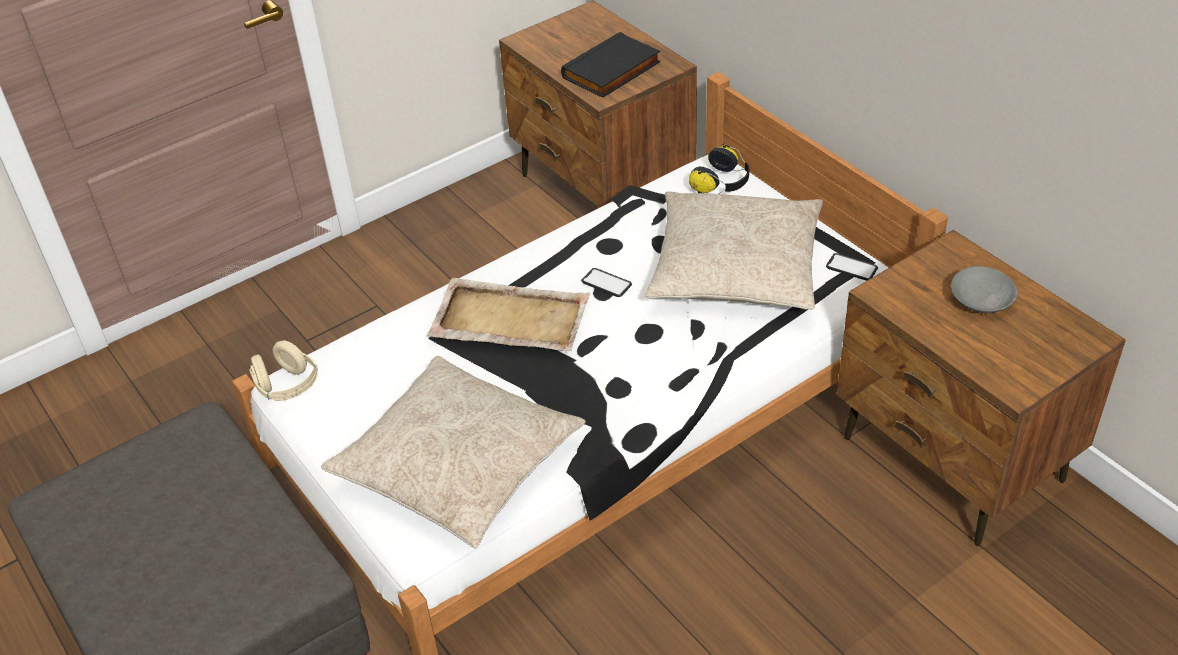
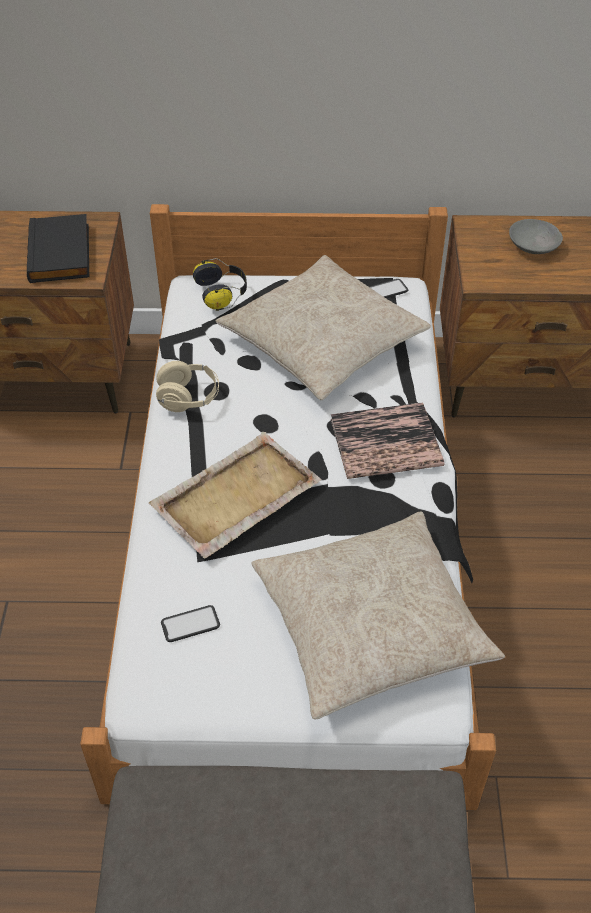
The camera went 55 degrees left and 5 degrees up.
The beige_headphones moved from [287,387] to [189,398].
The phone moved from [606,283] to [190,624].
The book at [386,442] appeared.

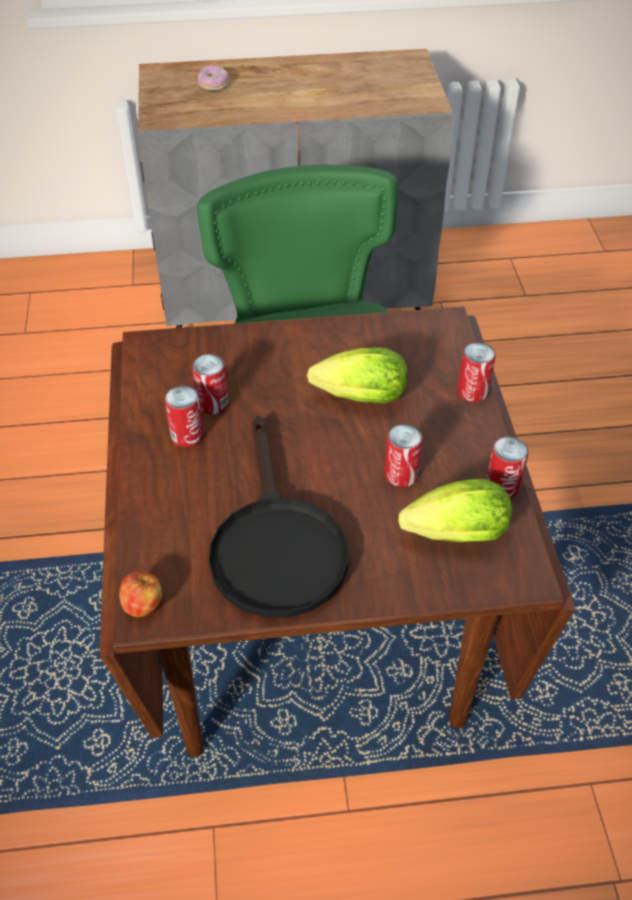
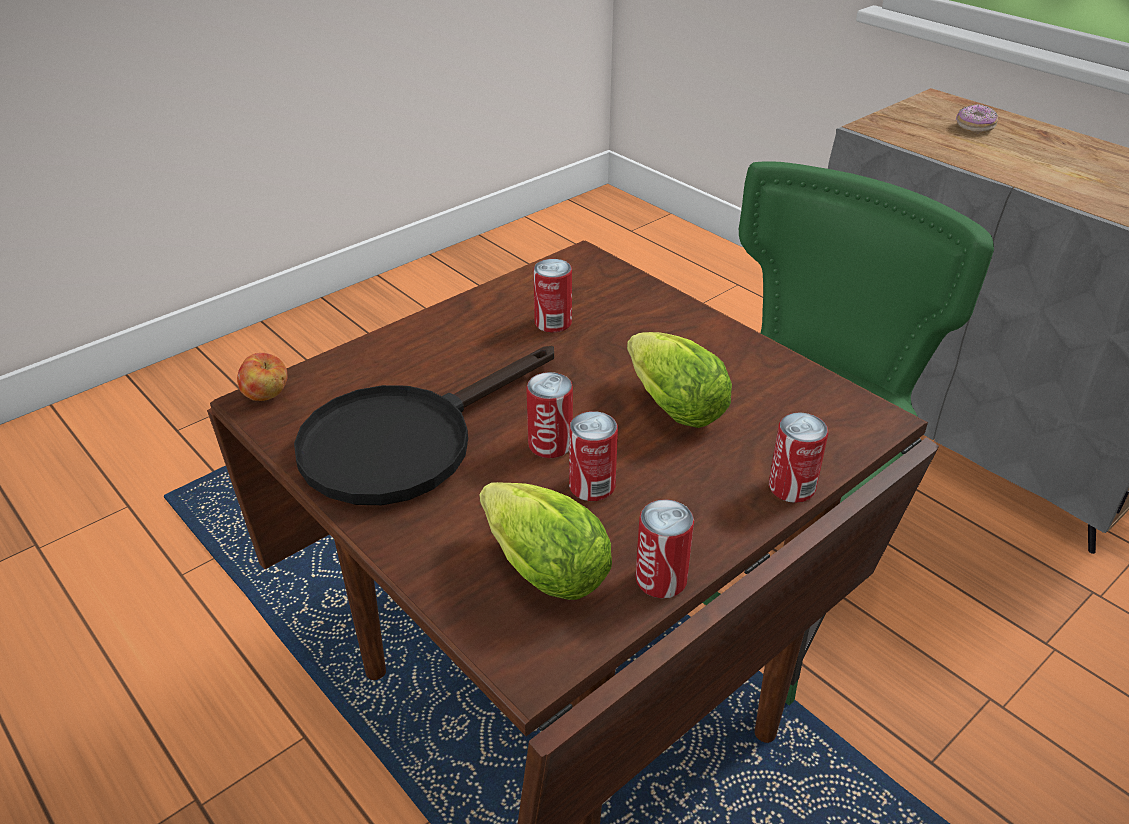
The camera went 55 degrees right and 10 degrees down.
The can moved from [187,435] to [550,444].

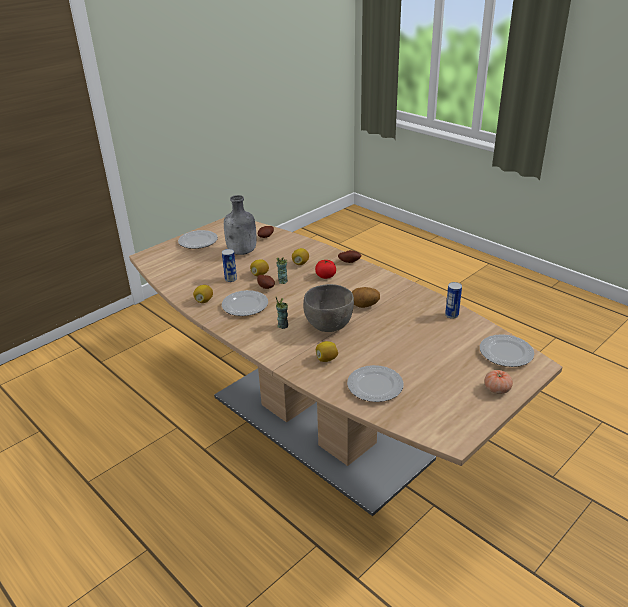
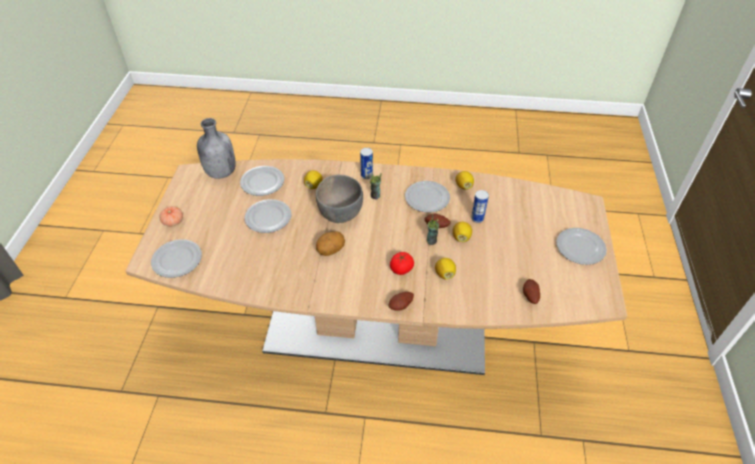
The camera went 140 degrees right and 15 degrees up.
The grey_bottle moved from [242,252] to [220,172].
The can moved from [451,315] to [366,175].
The plate at [268,217] appeared.

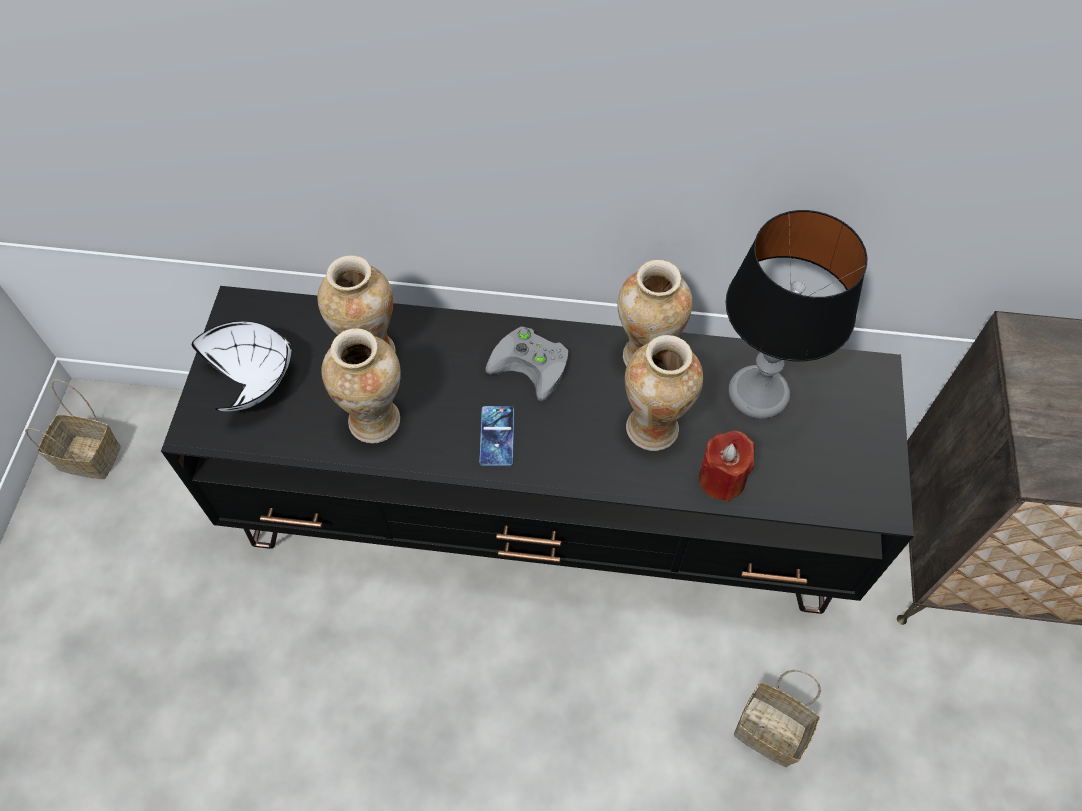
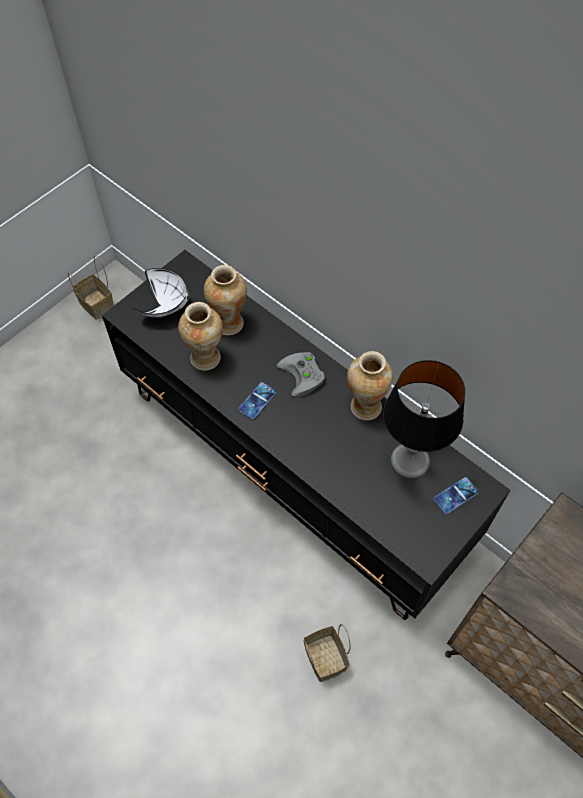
The camera went 35 degrees right and 0 degrees up.
The vase at [654,428] disappeared.
The red_candle at [721,479] disappeared.
The phone at [455,495] appeared.

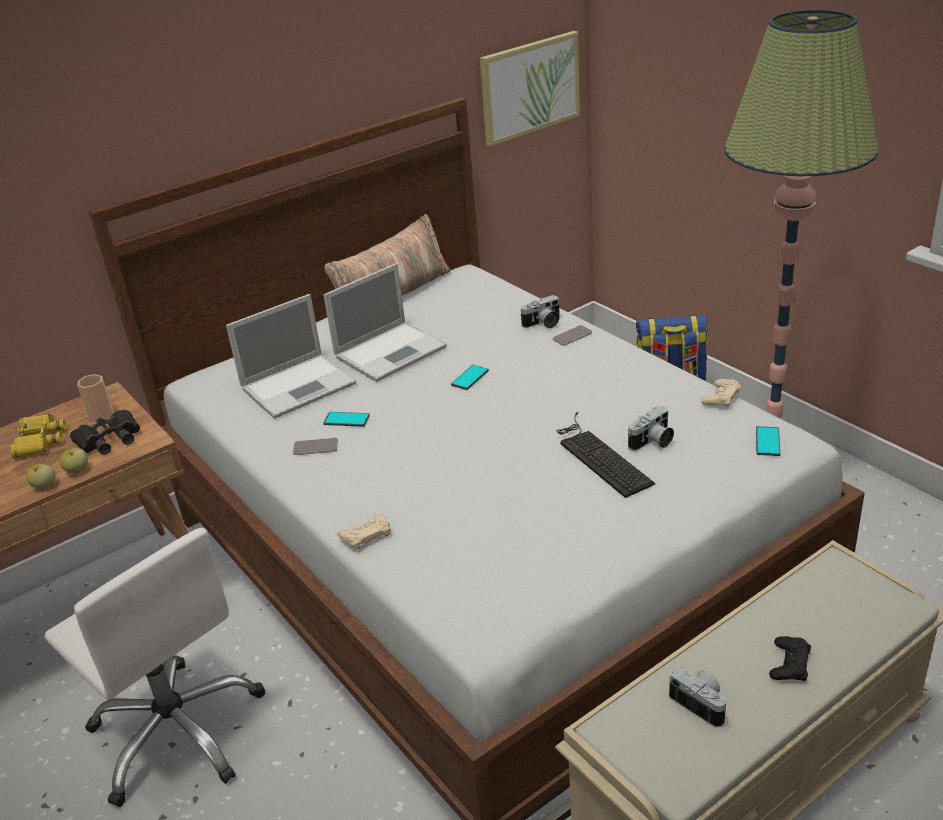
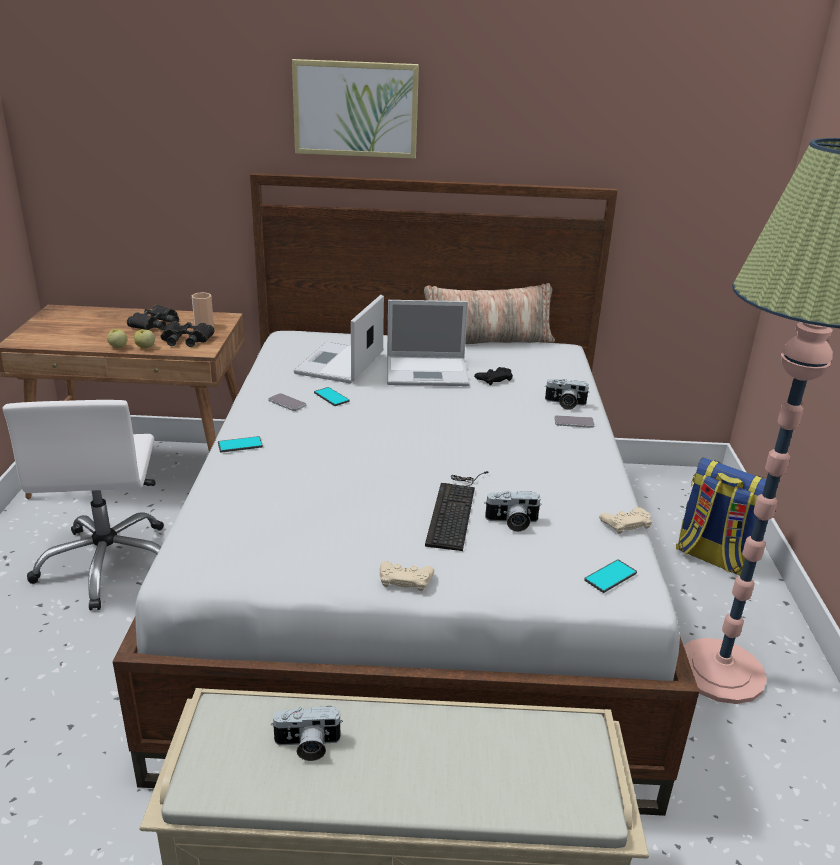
The camera went 35 degrees right and 5 degrees down.
The yellow_binoculars at [39,440] became the black_binoculars at [155,324].
The laptop at [300,385] turned 105 degrees clockwise.
The beige_game_controller moved from [366,535] to [405,579].
The phone moved from [470,378] to [240,445].
The picture moved from [529,87] to [355,109].
The photo_camera at [701,703] turned 90 degrees clockwise.
The black_game_controller moved from [789,664] to [494,379].

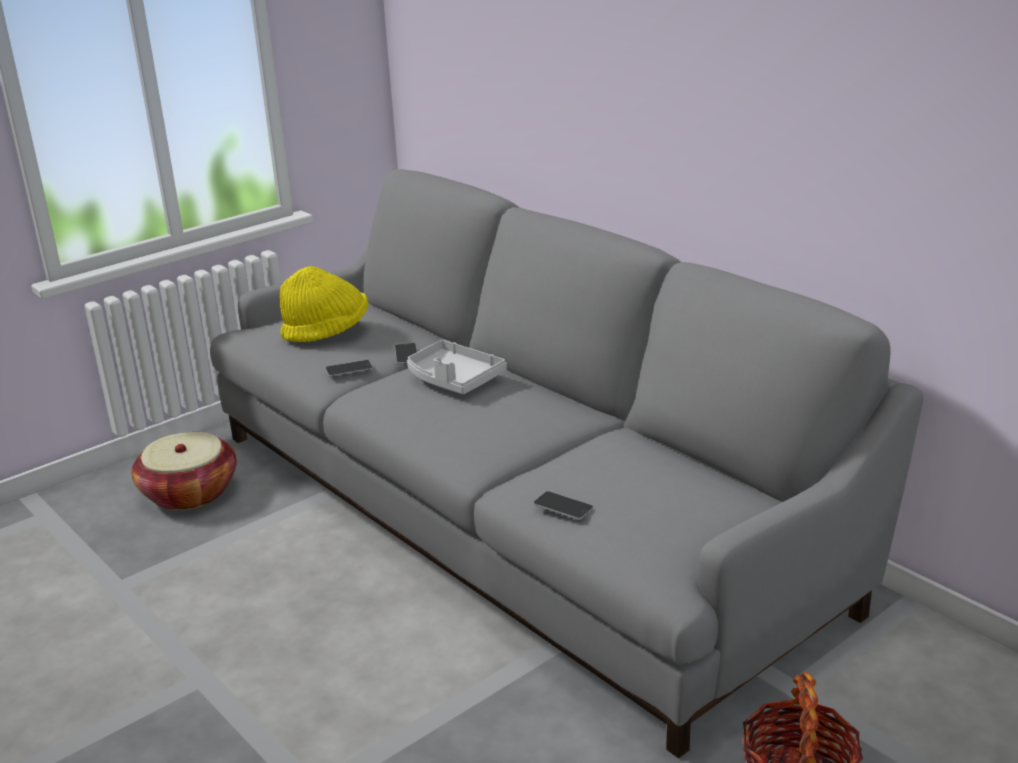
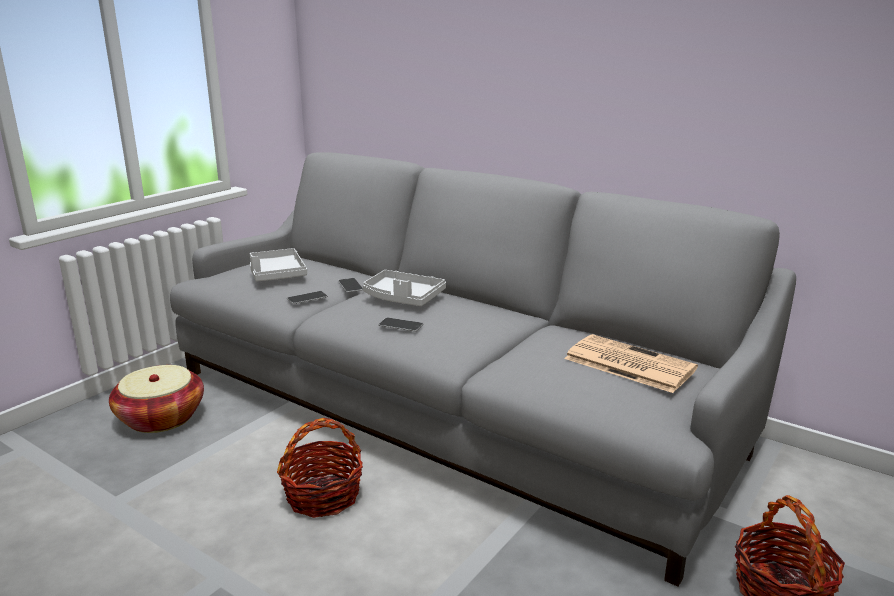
The camera went 15 degrees left and 5 degrees down.
The yellow_hat at [327,332] was replaced by the grey_tray at [277,274].
The phone moved from [563,506] to [400,325].
The basket at [323,496] appeared.
The newspaper at [627,364] appeared.

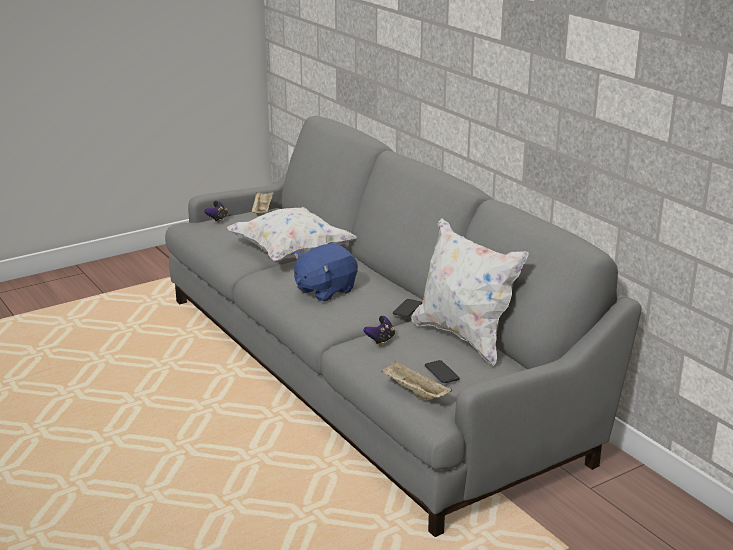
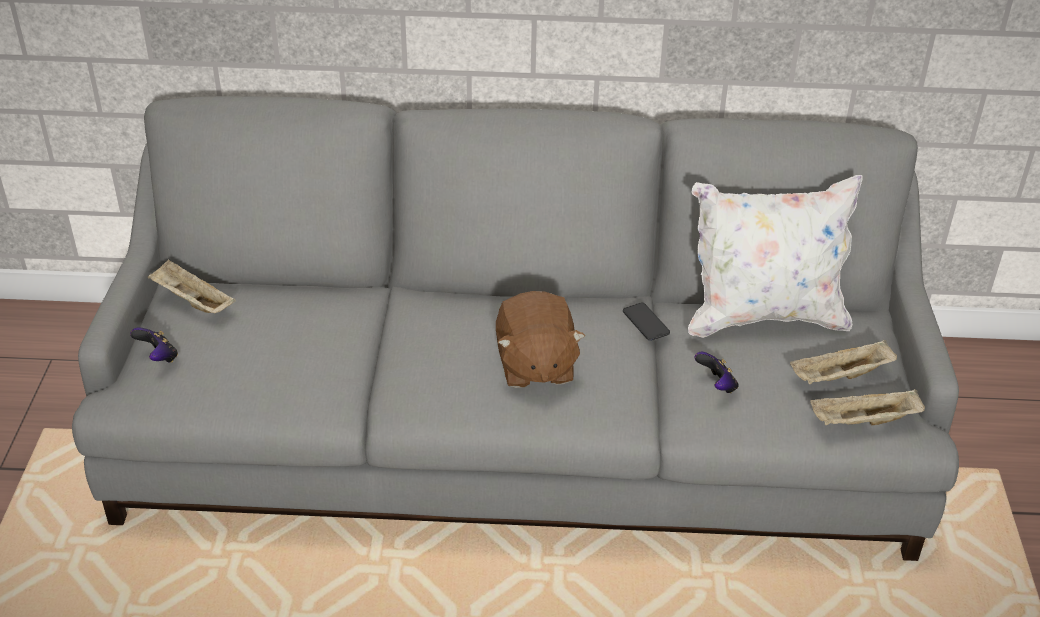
The camera went 55 degrees left and 15 degrees up.
The white_pillow at [291,254] disappeared.
The blue_plush_toy at [324,290] became the brown_plush_toy at [535,365].
The phone at [441,372] was replaced by the beige_tray at [840,377].

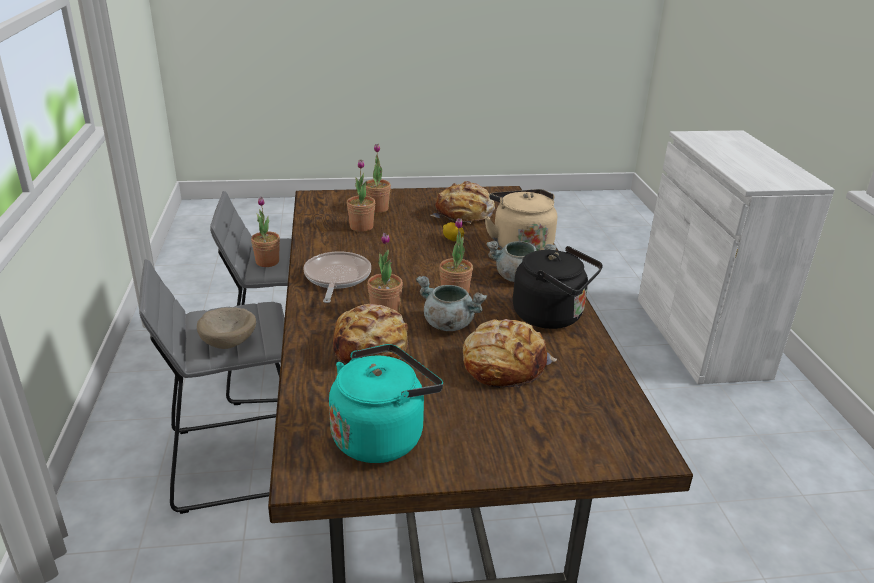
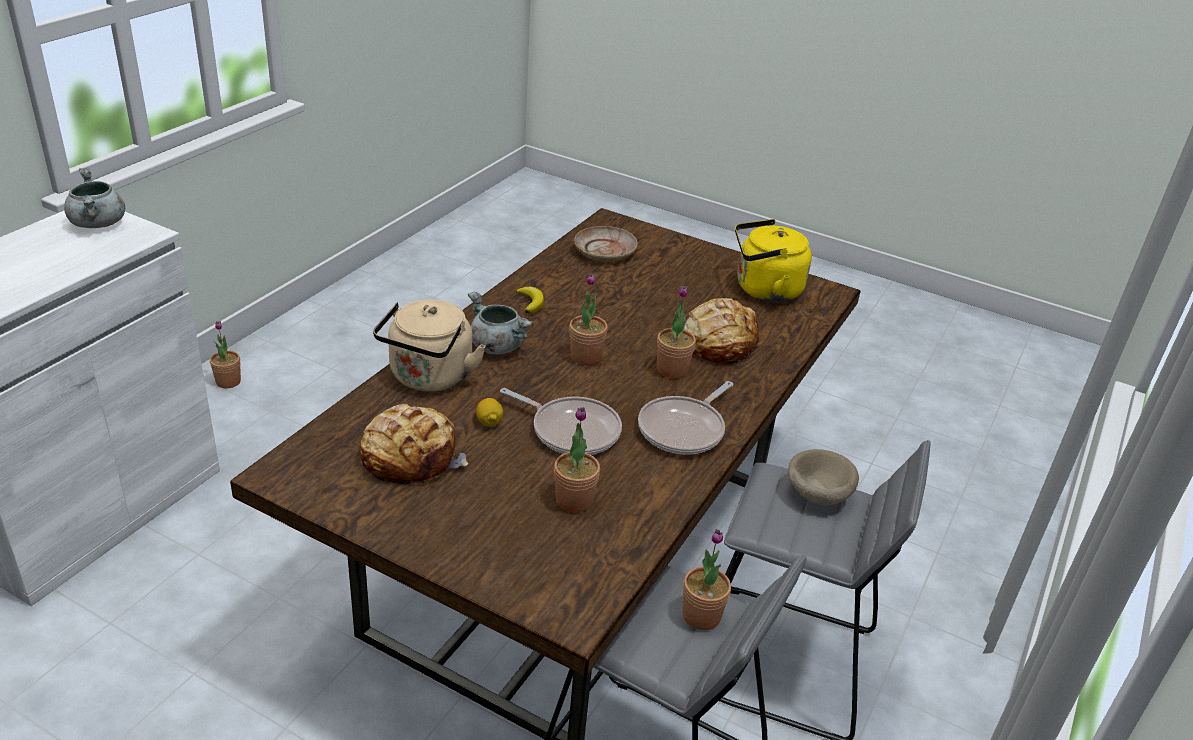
The camera went 145 degrees left and 5 degrees up.
The turquoise_kettle at [382,435] became the yellow_kettle at [764,290].
The potted_plant moved from [377,209] to [228,382].
The grey_cooking_pot moved from [448,324] to [98,224].
The bread at [503,365] disappeared.
The black_kettle at [552,316] was replaced by the banana at [530,302].
The frying_pan at [571,430] appeared.
The beige_plate at [605,252] appeared.

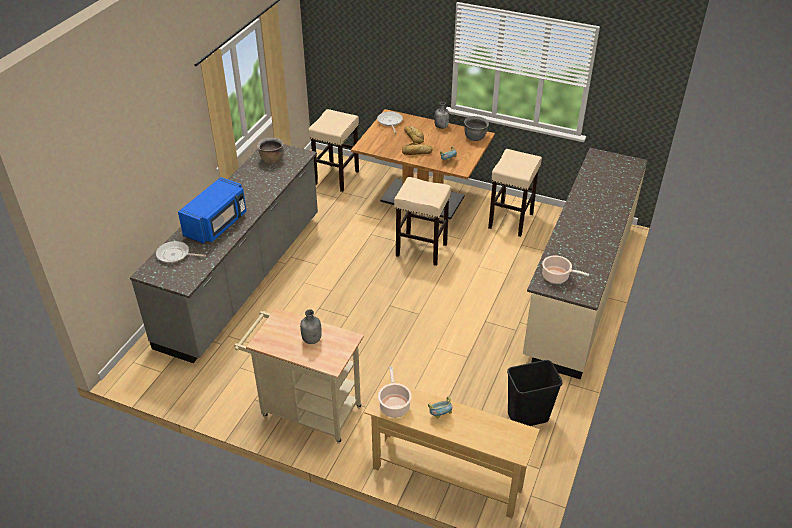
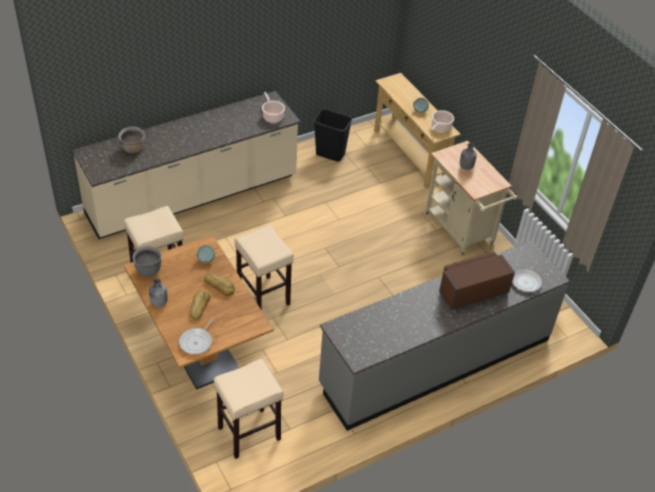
The camera went 145 degrees left and 5 degrees up.
The blue_microwave at [217,224] became the brown_microwave at [472,291].
The brown_cooking_pot moved from [272,160] to [133,149].

